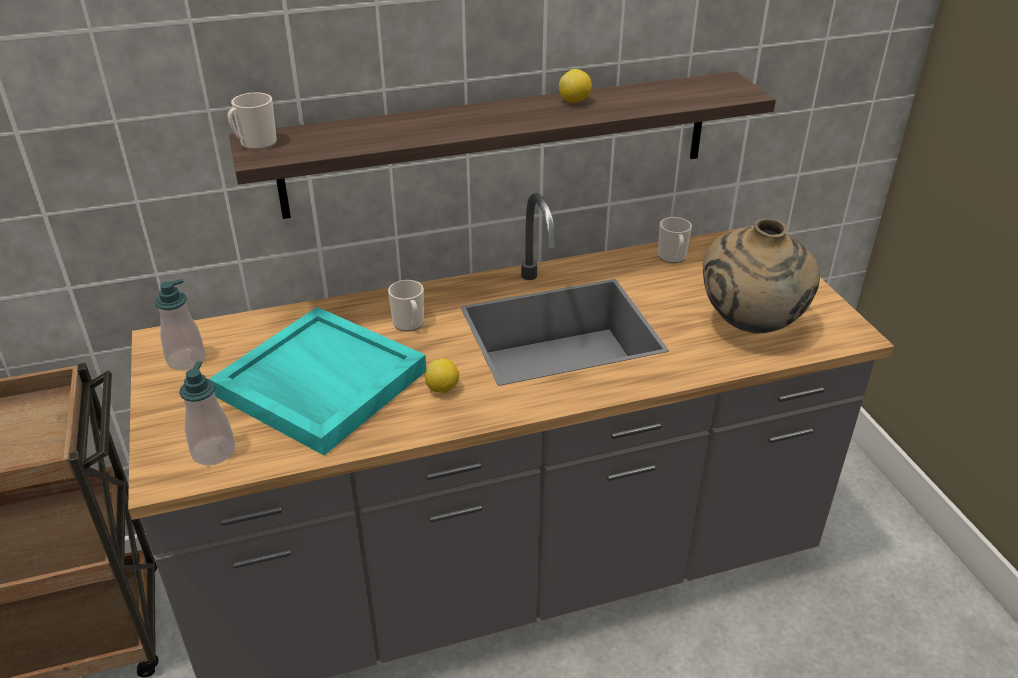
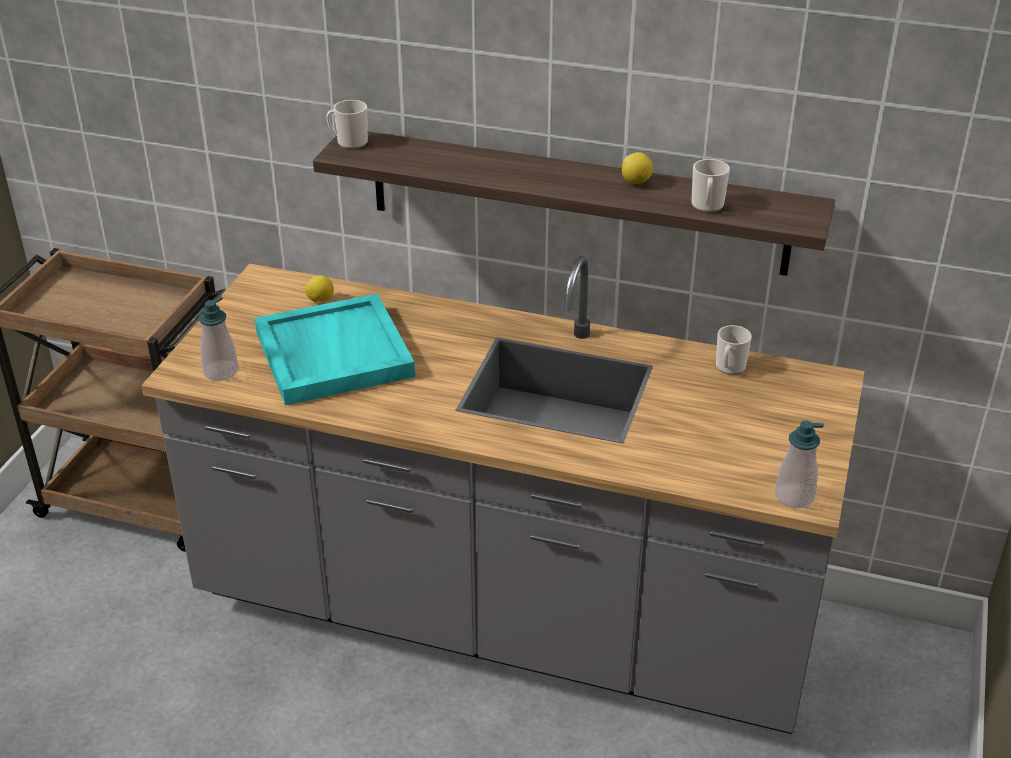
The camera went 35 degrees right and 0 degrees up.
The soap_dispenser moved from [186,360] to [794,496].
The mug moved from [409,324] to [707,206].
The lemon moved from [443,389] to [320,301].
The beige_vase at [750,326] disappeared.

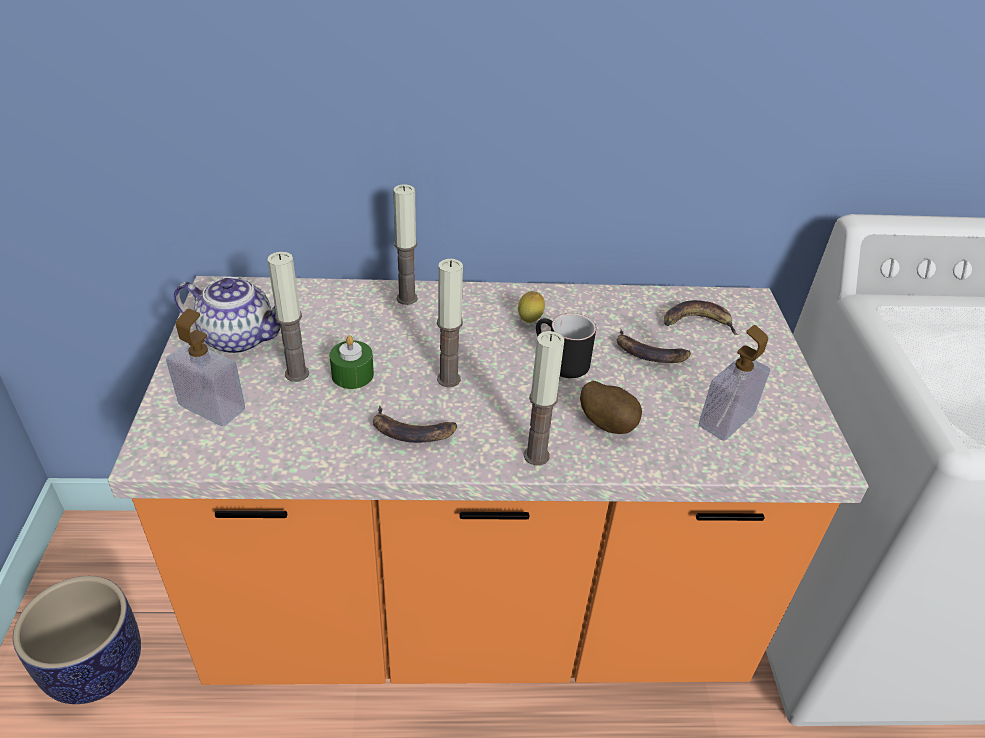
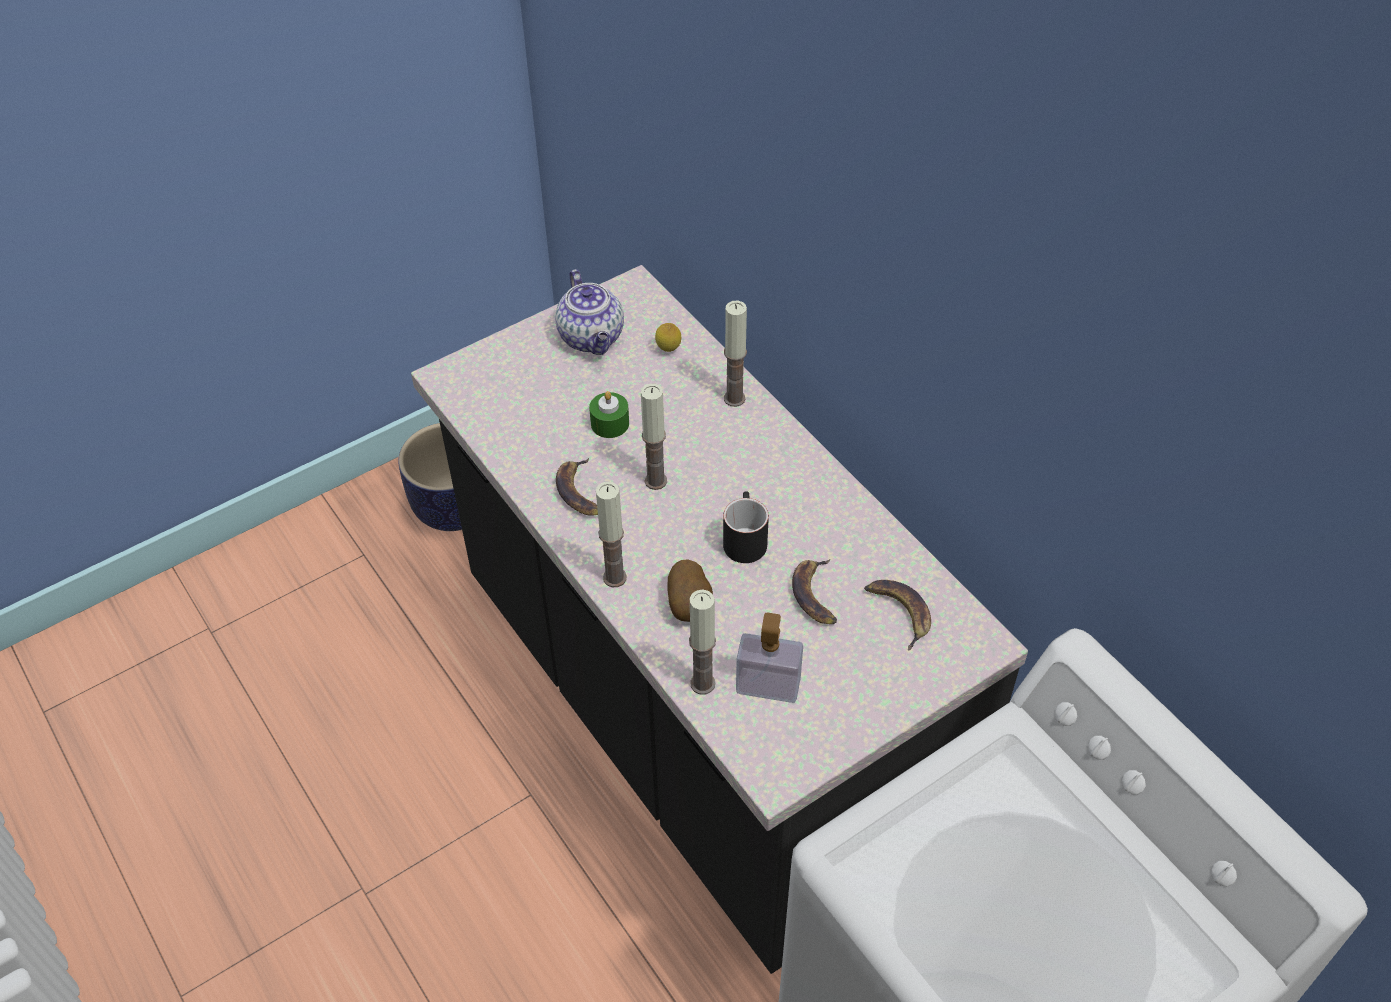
The camera went 60 degrees right and 10 degrees up.
The orange_counter at [477,611] became the black_counter at [698,722].
The soap_dispenser at [212,407] disappeared.
The candle moved from [297,373] to [703,683].
The lemon moved from [529,322] to [668,350].

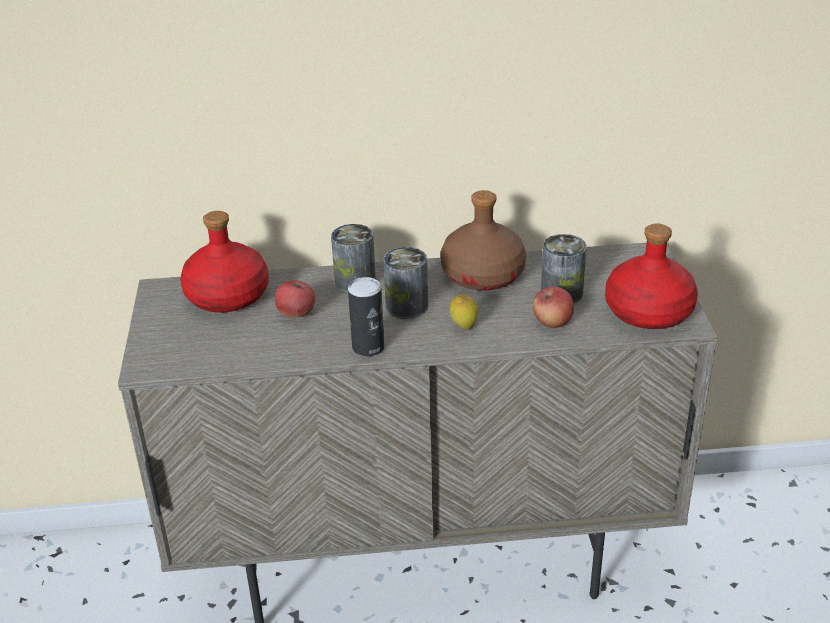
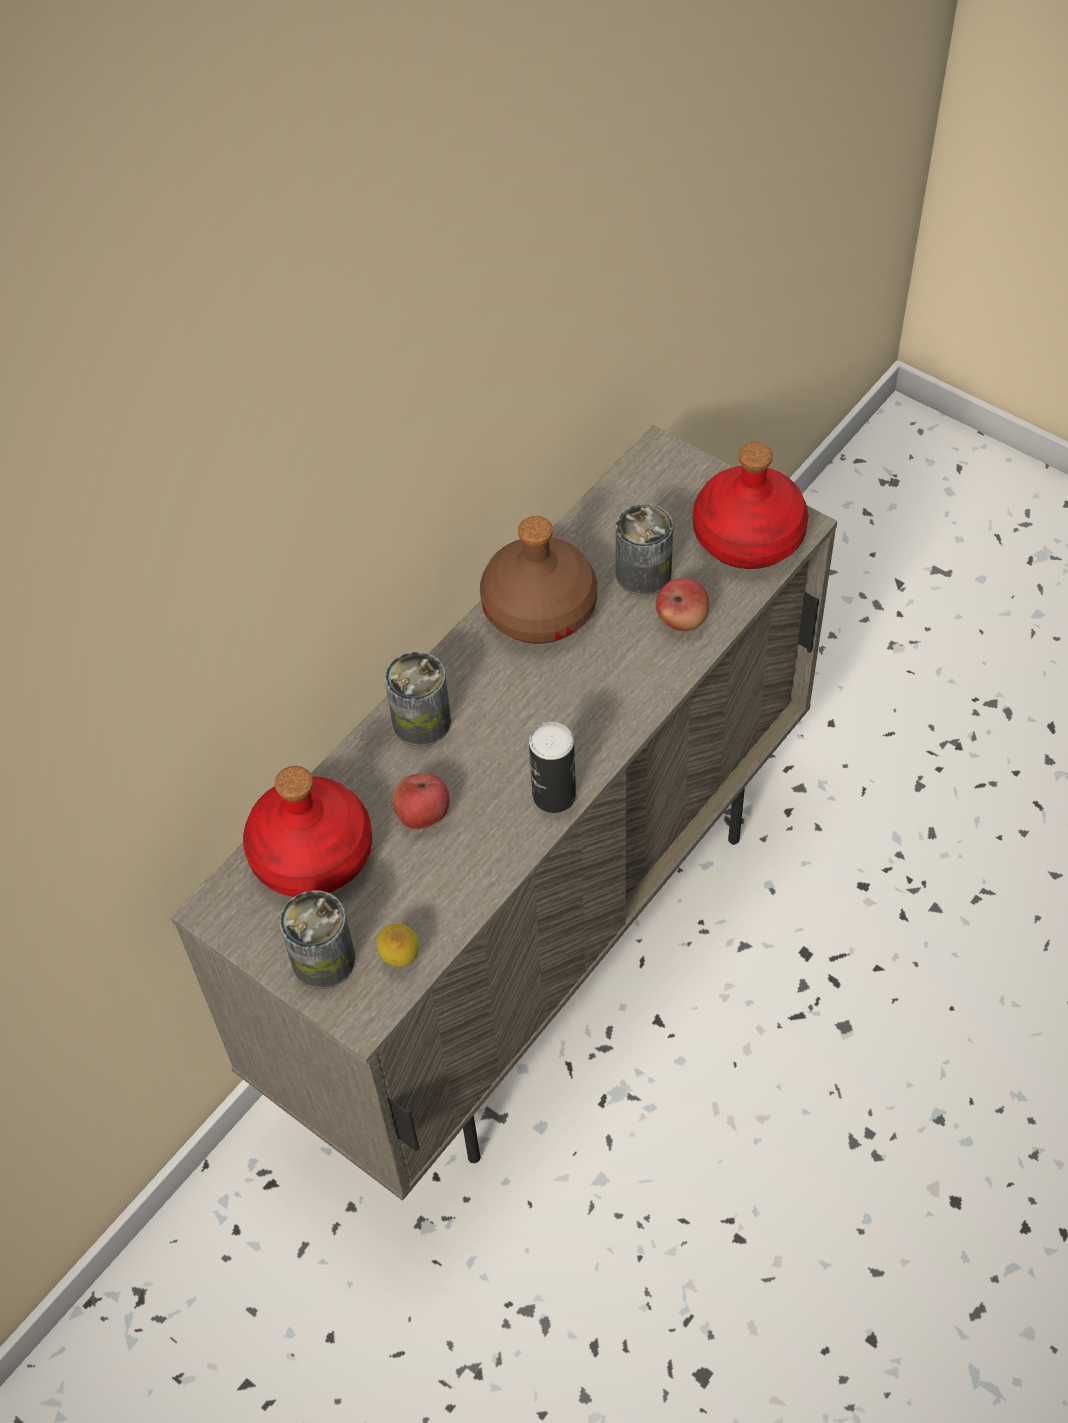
The camera went 45 degrees left and 20 degrees up.
The can moved from [407,306] to [323,960].
The lemon moved from [464,327] to [400,959].

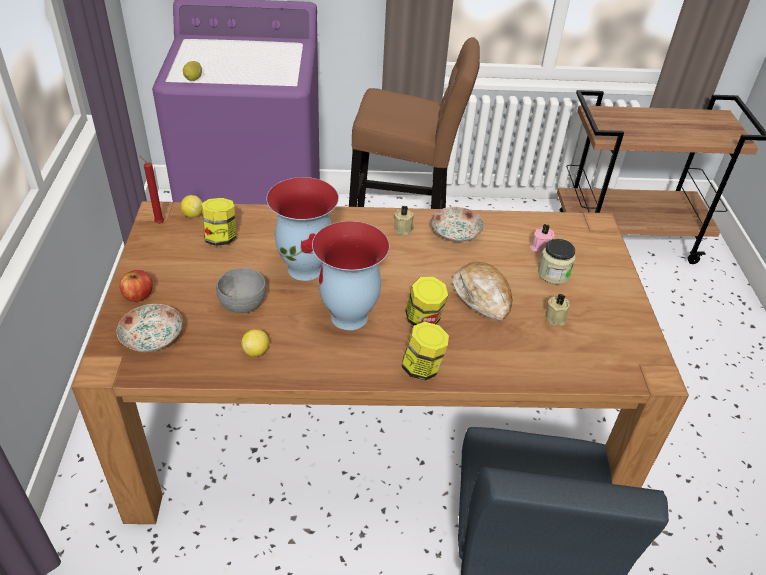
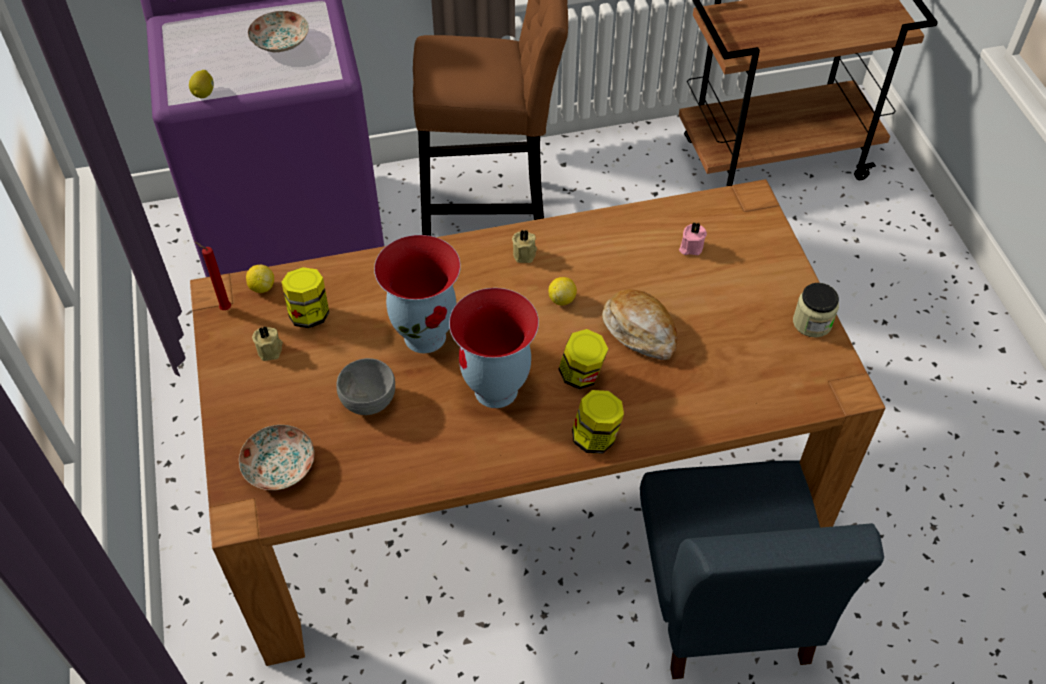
The camera went 10 degrees left and 10 degrees up.
The apple at [138,295] disappeared.
The lemon moved from [256,351] to [562,299].
The plate moved from [455,233] to [280,42].
The jar moved from [553,274] to [812,322].
The beige_candle moved from [556,317] to [270,349].

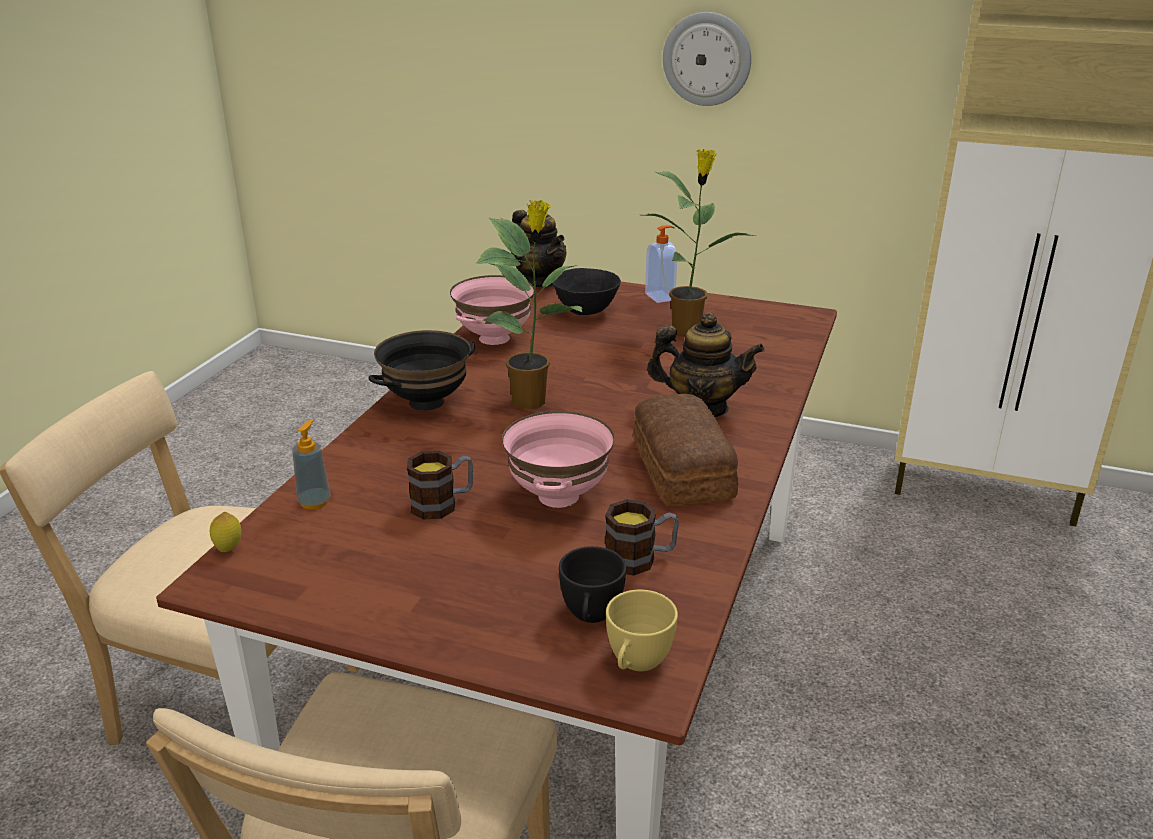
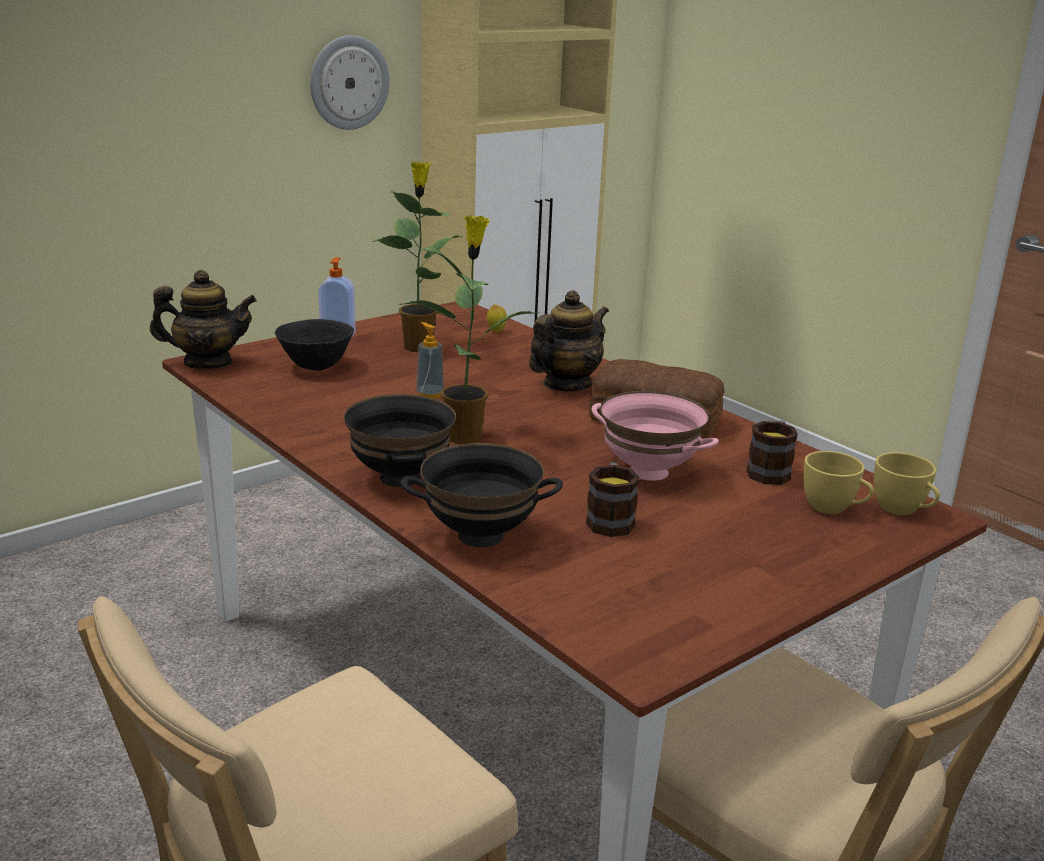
The camera went 60 degrees left and 5 degrees down.
The lemon moved from [229,549] to [496,331].
The soap_dispenser moved from [314,502] to [430,394].
The pink_bowl at [493,338] disappeared.
The black_cup at [590,616] became the yellow_cup at [834,509].
The wall_clock moved from [707,59] to [348,82].
The black_bowl at [481,535] appeared.

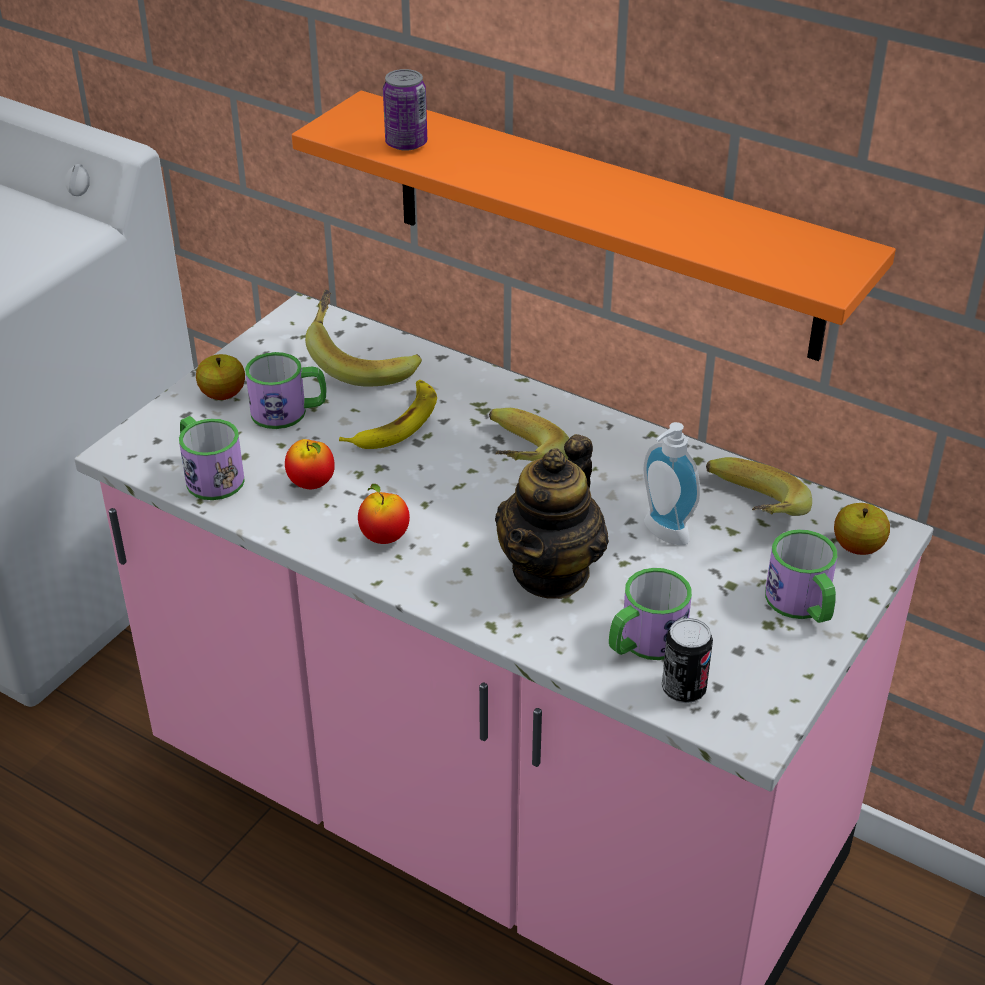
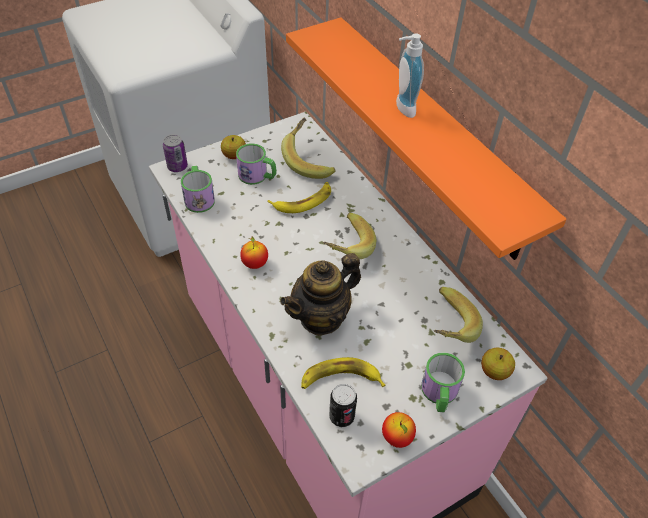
The camera went 25 degrees right and 10 degrees up.
The apple moved from [311,484] to [397,437].
The can moved from [406,143] to [177,166].
The mug at [644,642] was replaced by the banana at [340,379].
The soap_dispenser moved from [662,534] to [402,108].

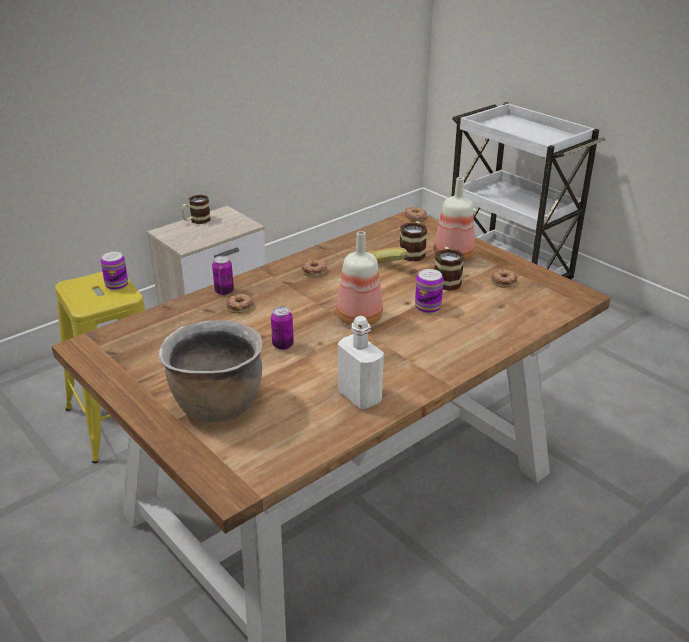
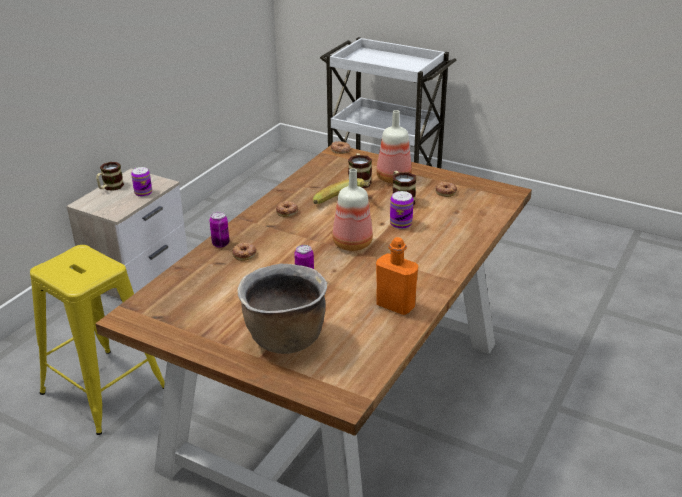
The camera went 20 degrees left and 0 degrees up.
The can moved from [117,285] to [143,193].
The white_bottle at [359,397] became the orange_bottle at [395,305].

